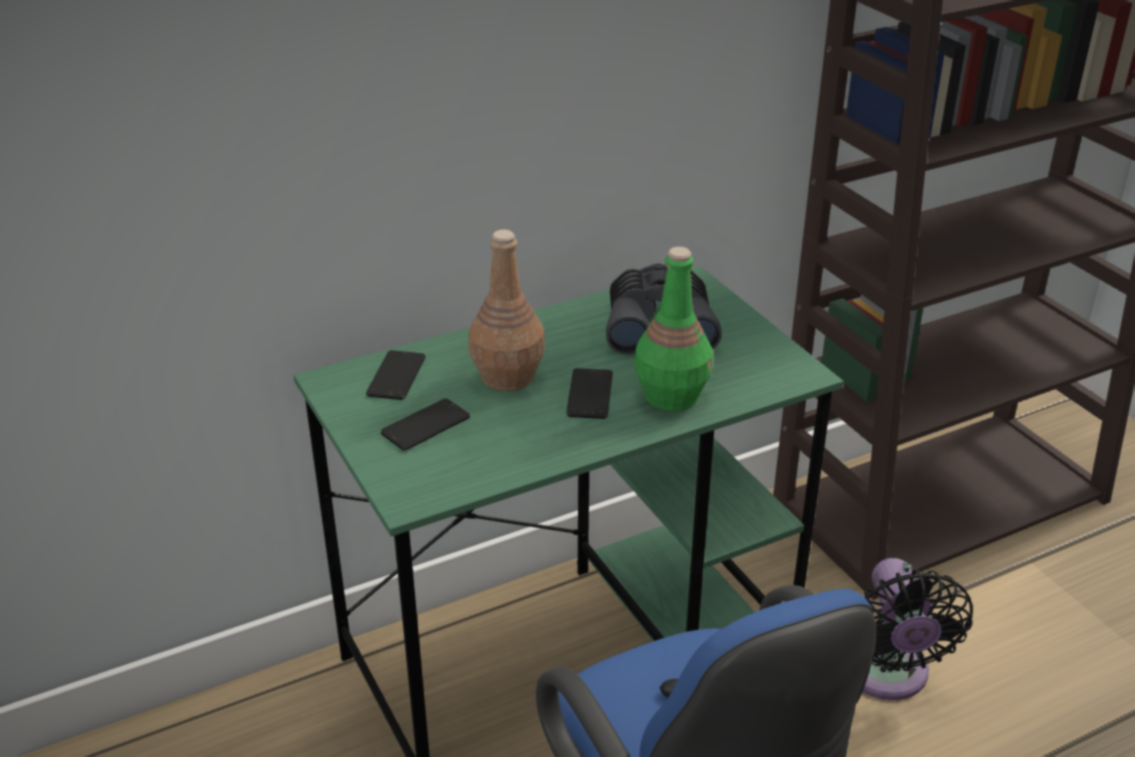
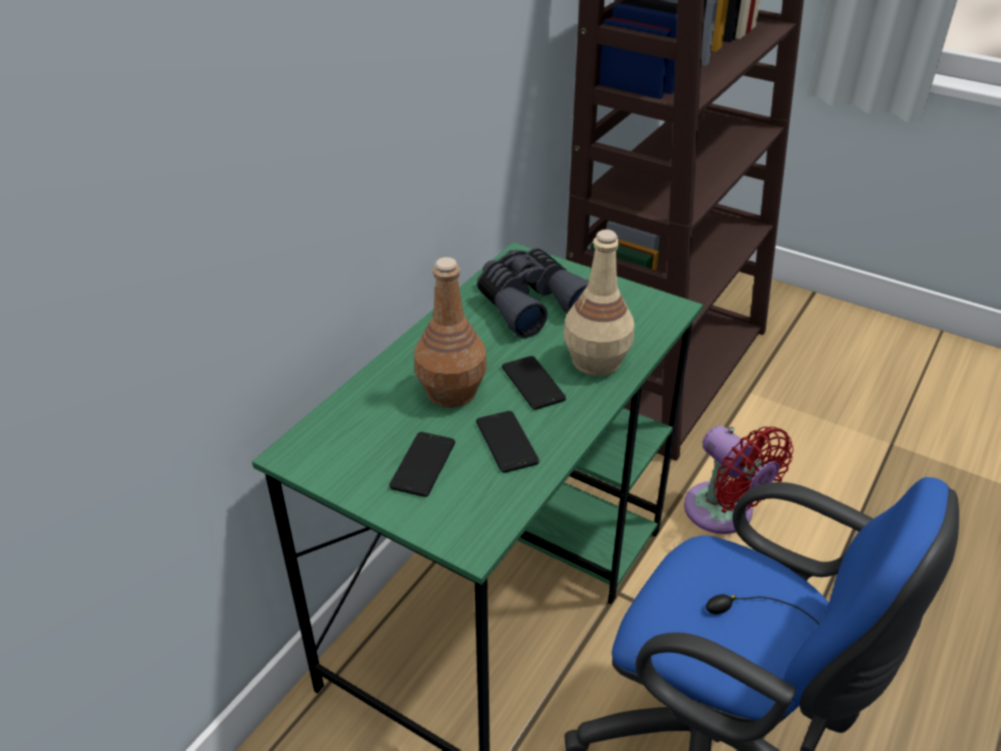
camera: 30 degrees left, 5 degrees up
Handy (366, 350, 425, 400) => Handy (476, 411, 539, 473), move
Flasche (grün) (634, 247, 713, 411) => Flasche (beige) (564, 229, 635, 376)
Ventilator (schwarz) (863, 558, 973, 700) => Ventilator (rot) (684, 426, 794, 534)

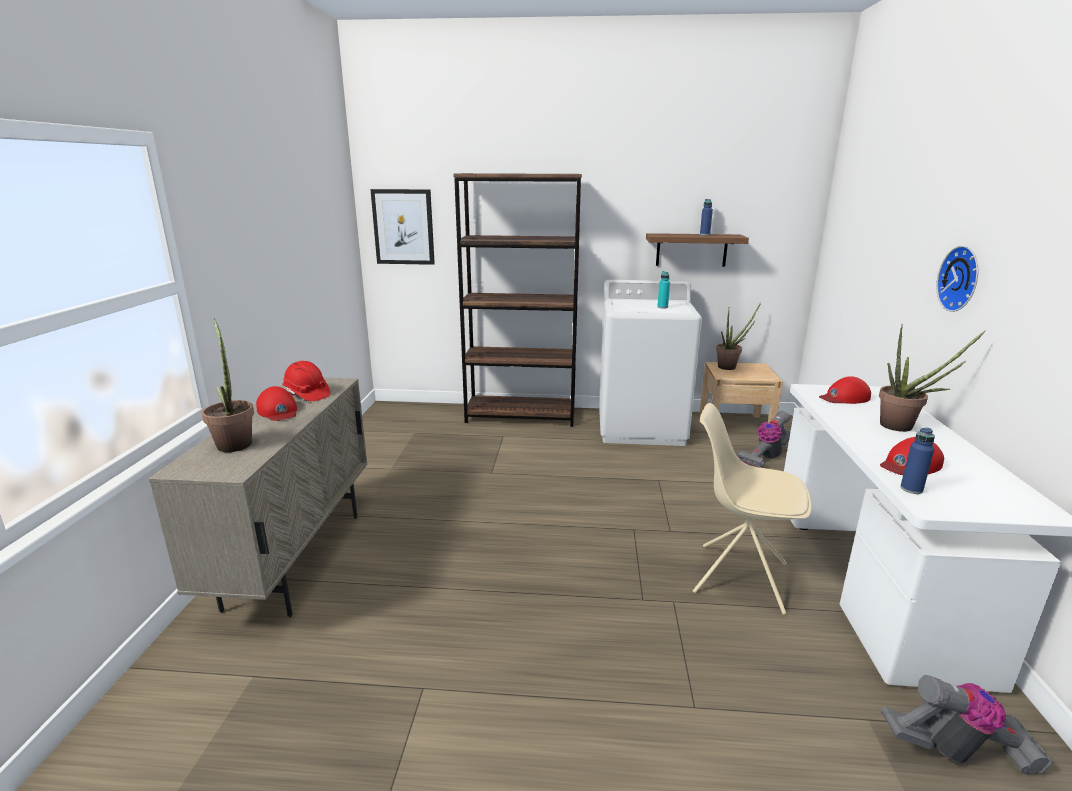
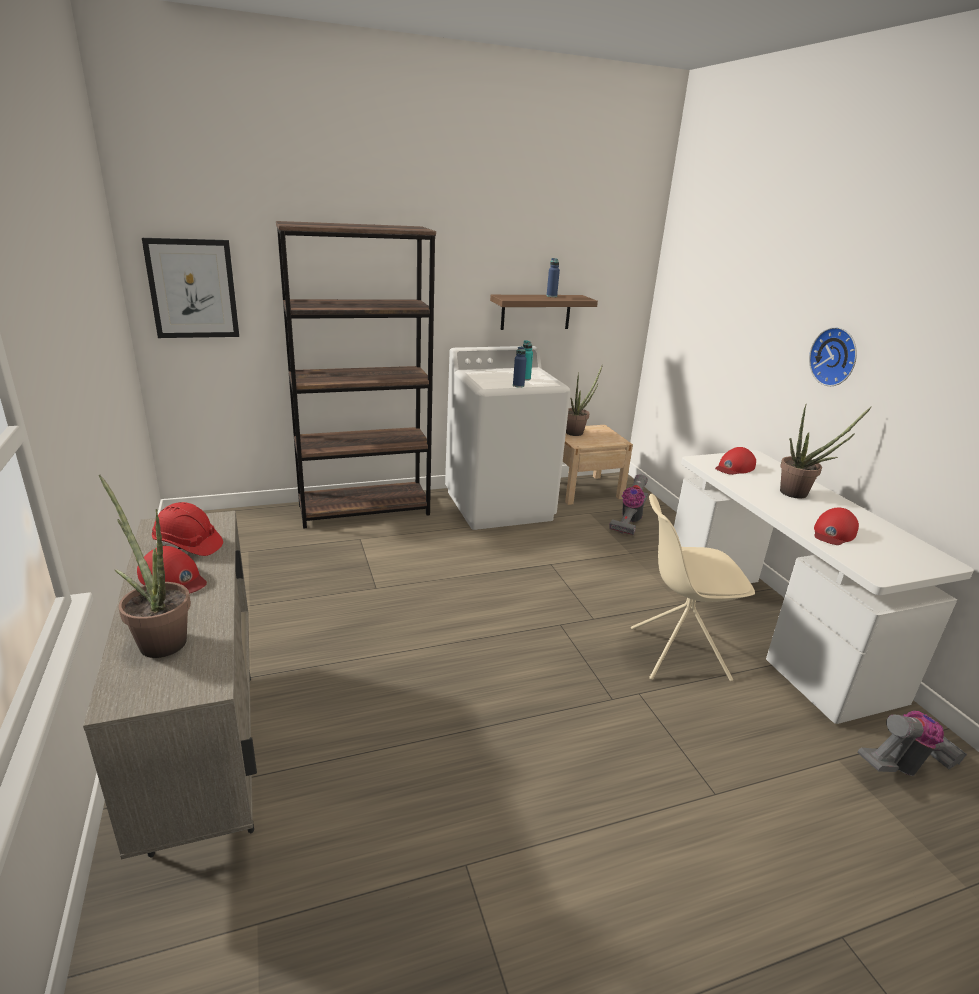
camera: 25 degrees left, 5 degrees up
Flasche (blau) (900, 427, 935, 494) => Flasche (blau) (513, 346, 527, 388), move

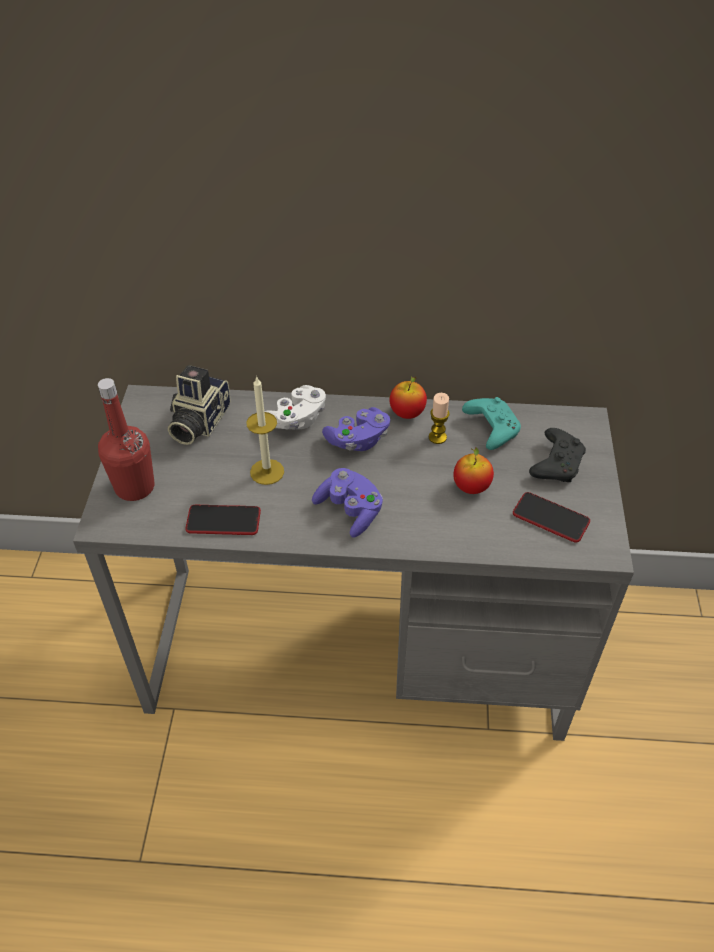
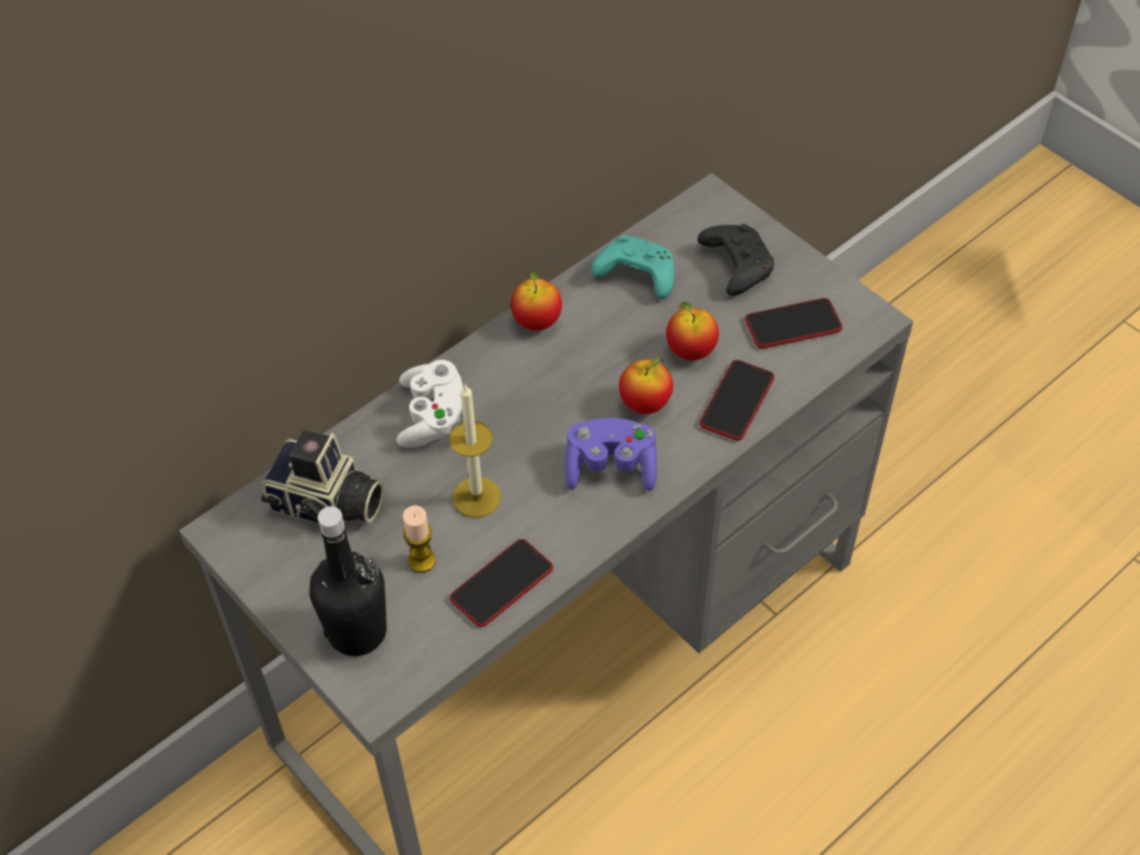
camera: 45 degrees left, 5 degrees up
Gamepad (lila) (322, 407, 390, 451) => nothing
nothing => Apfel (619, 356, 673, 414)
nothing => Handy (699, 360, 774, 441)
Kerze (429, 393, 450, 444) => Kerze (403, 505, 436, 573), move
Flasche (rot) (98, 378, 155, 501) => Flasche (schwarz) (309, 506, 387, 656)
Kamera (168, 365, 231, 445) => Kamera (261, 430, 384, 524), 45 degrees counterclockwise

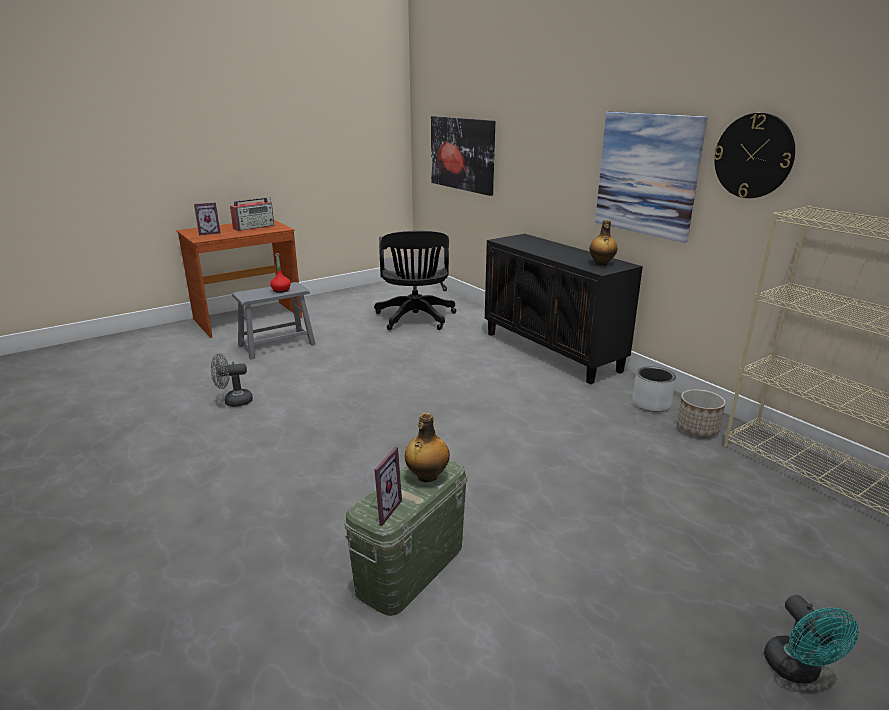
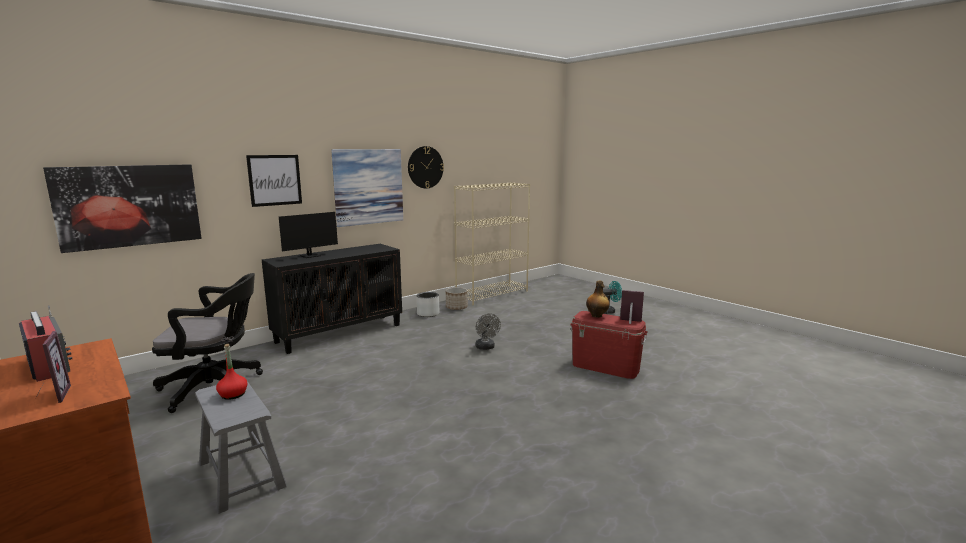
camera: 95 degrees left, 10 degrees down
Flasche (589, 220, 617, 266) => nothing
nothing => Bild (246, 155, 302, 207)
nothing => Monitor (279, 212, 353, 258)
Ventilator (grau) (211, 353, 253, 407) => Ventilator (grau) (475, 313, 501, 350), move
Aufbewahrungsbox (grün) (344, 459, 467, 616) => Aufbewahrungsbox (rot) (570, 311, 648, 379)

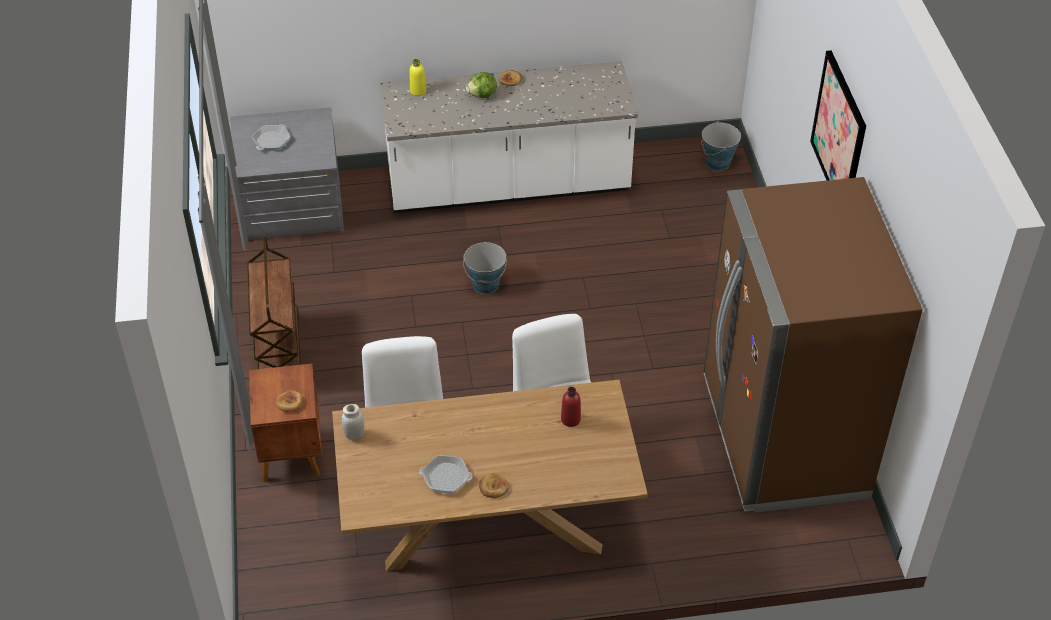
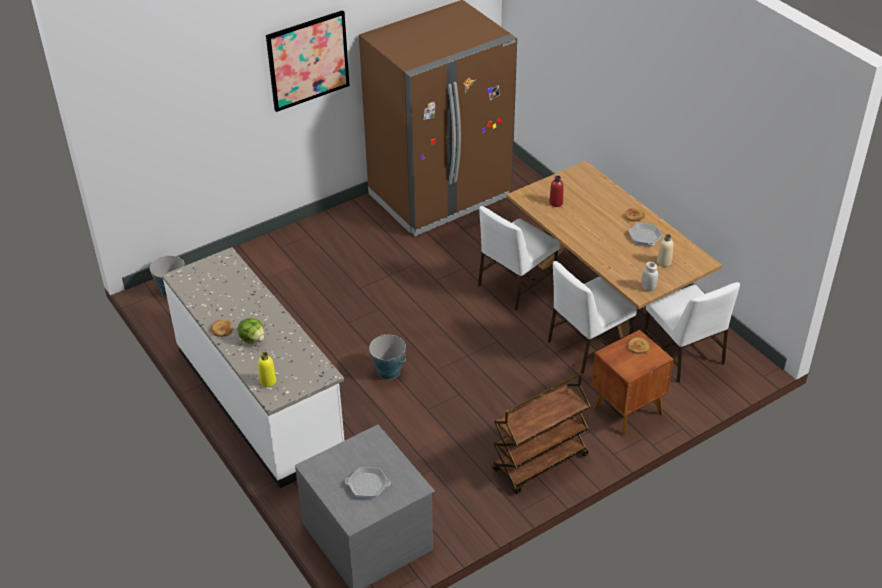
camera: 115 degrees left, 5 degrees down
nothing => Stuhl (weiß) (644, 282, 740, 383)
nothing => Flasche (beige) (657, 234, 673, 267)

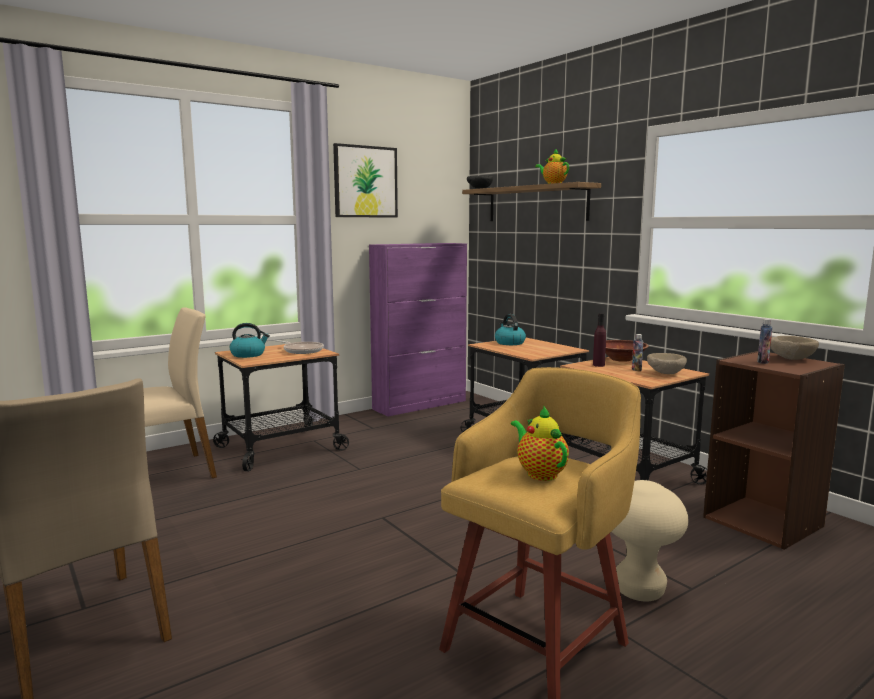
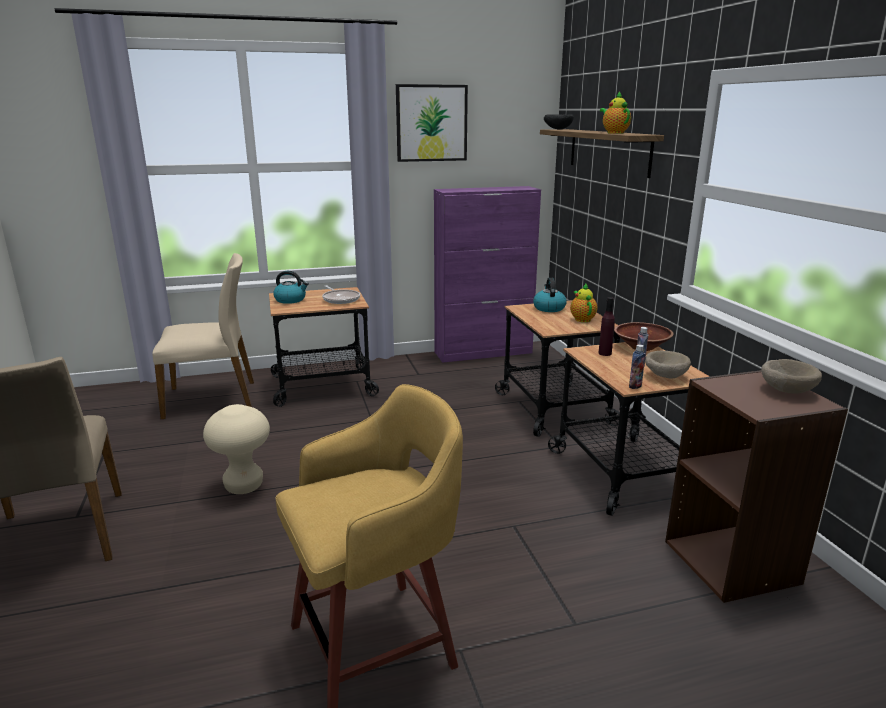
camera: 20 degrees right, 10 degrees up
Teekanne (511, 406, 569, 481) => Teekanne (570, 283, 597, 322), move
Hocker (beige) (611, 480, 688, 601) => Hocker (beige) (203, 404, 270, 494), move
Flasche (757, 319, 772, 364) => Flasche (629, 344, 646, 389), move

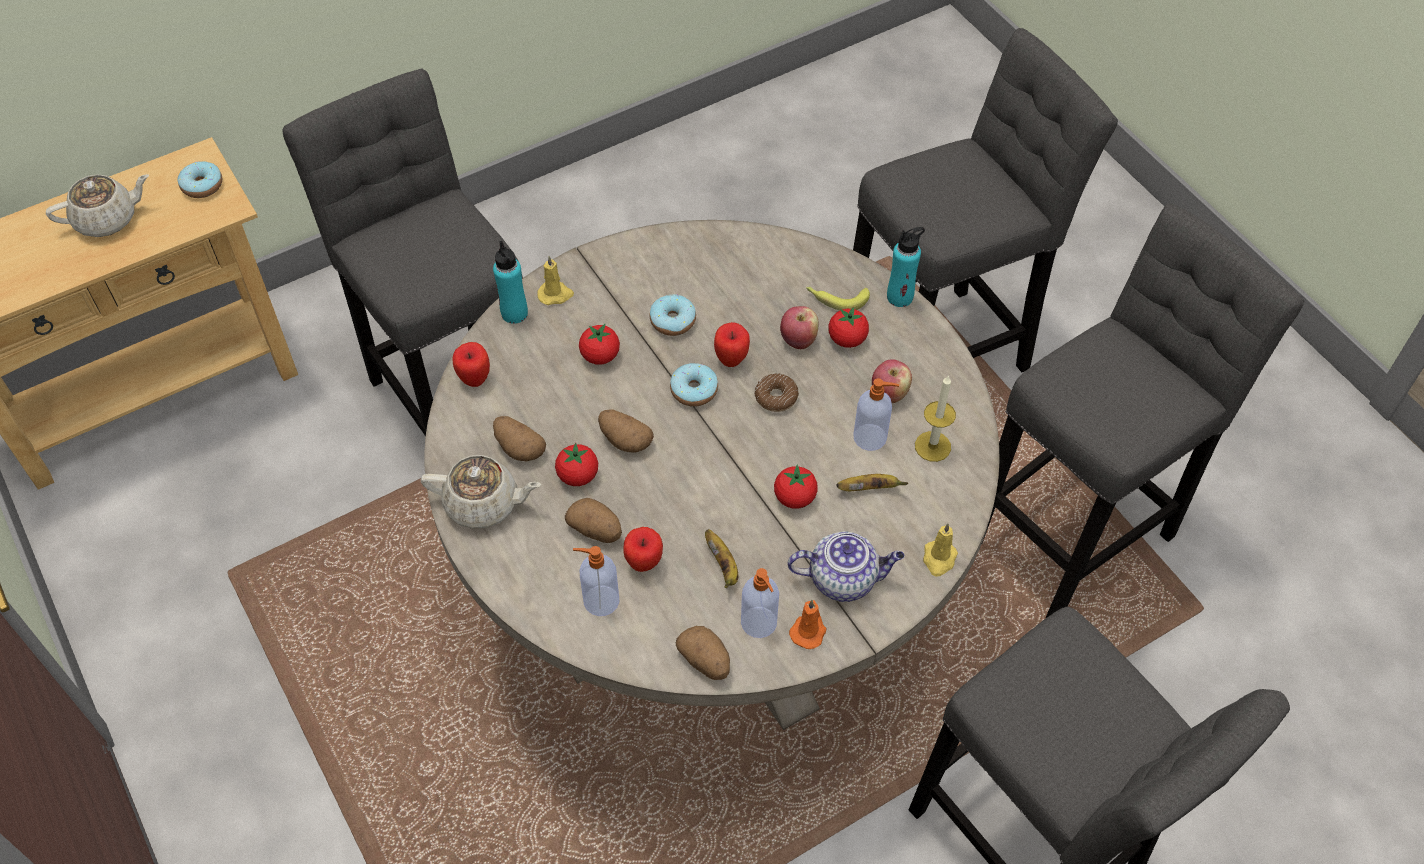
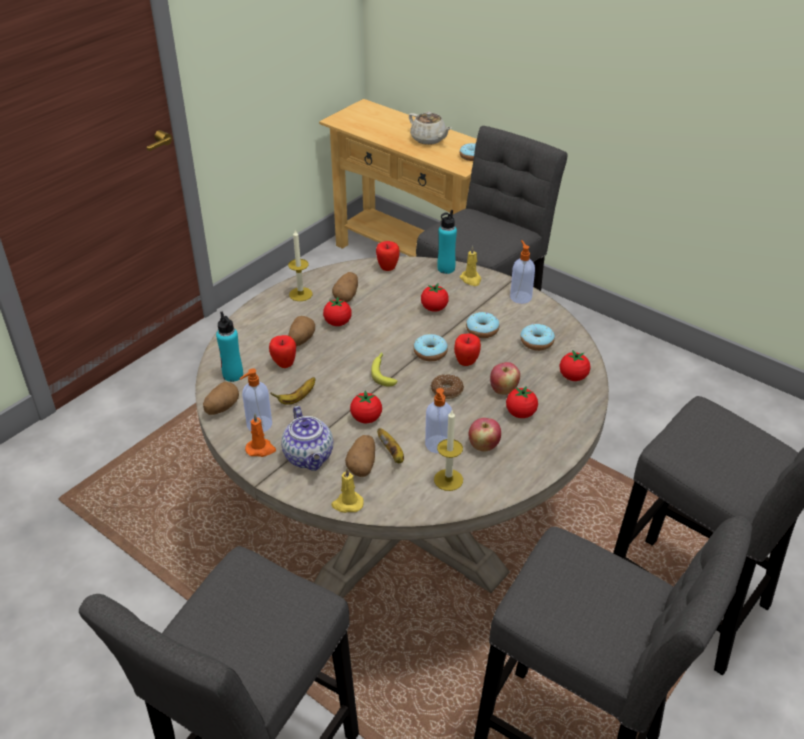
camera: 70 degrees right, 15 degrees down
nothing => Donut (521, 324, 555, 351)
nothing => Tomate (560, 350, 591, 381)
Seifenspender (573, 546, 619, 616) => Seifenspender (510, 240, 535, 304), move
Kartoffel (598, 409, 654, 452) => Kartoffel (345, 435, 375, 477), move
Banane (806, 287, 870, 310) => Banane (371, 352, 397, 386), move
Flasche (türkis) (887, 227, 925, 307) => Flasche (türkis) (216, 312, 243, 382), move
Teekanne (beige) (421, 455, 541, 529) => Kerze (288, 230, 312, 301)

